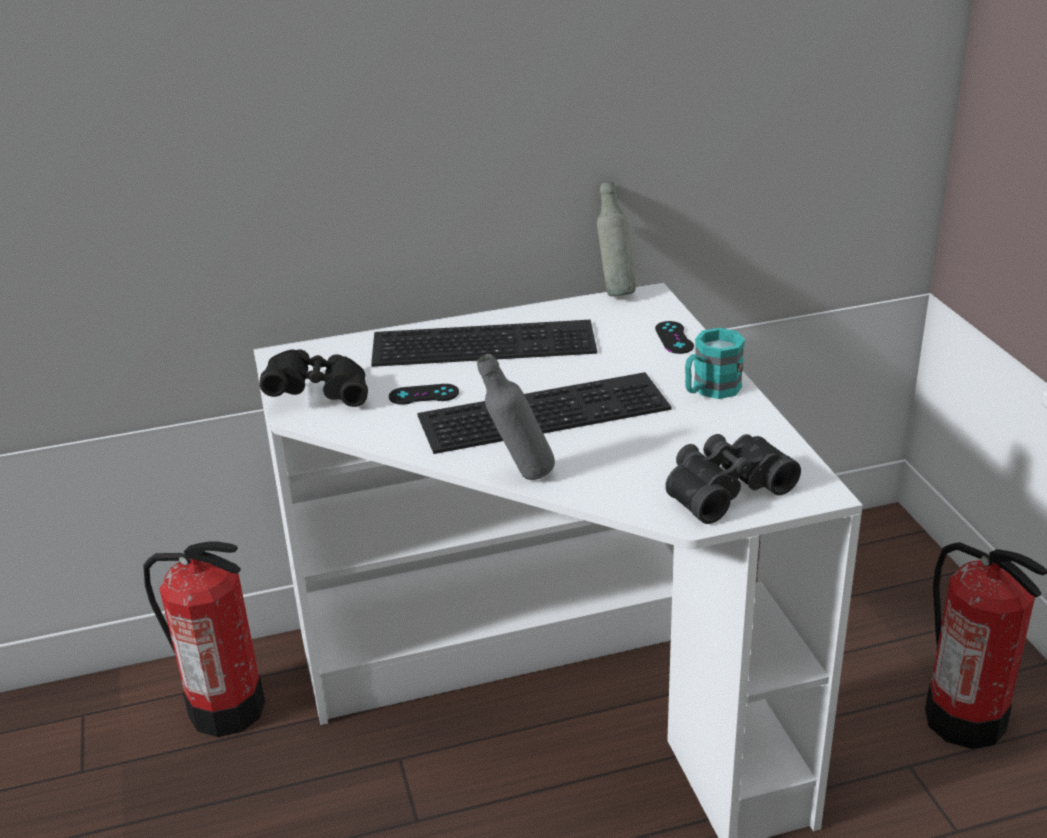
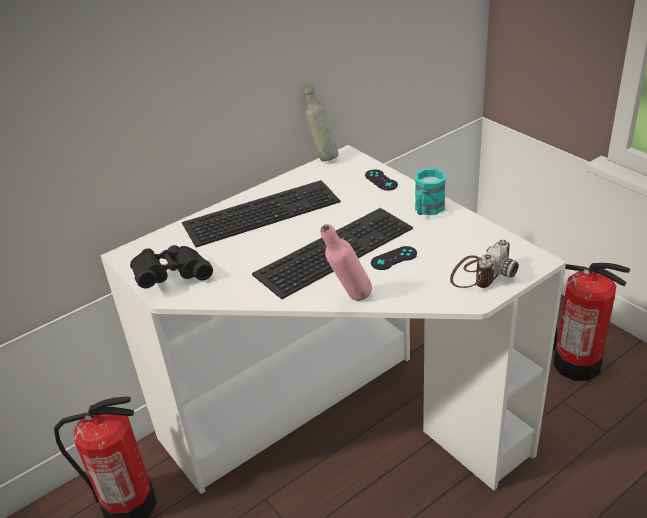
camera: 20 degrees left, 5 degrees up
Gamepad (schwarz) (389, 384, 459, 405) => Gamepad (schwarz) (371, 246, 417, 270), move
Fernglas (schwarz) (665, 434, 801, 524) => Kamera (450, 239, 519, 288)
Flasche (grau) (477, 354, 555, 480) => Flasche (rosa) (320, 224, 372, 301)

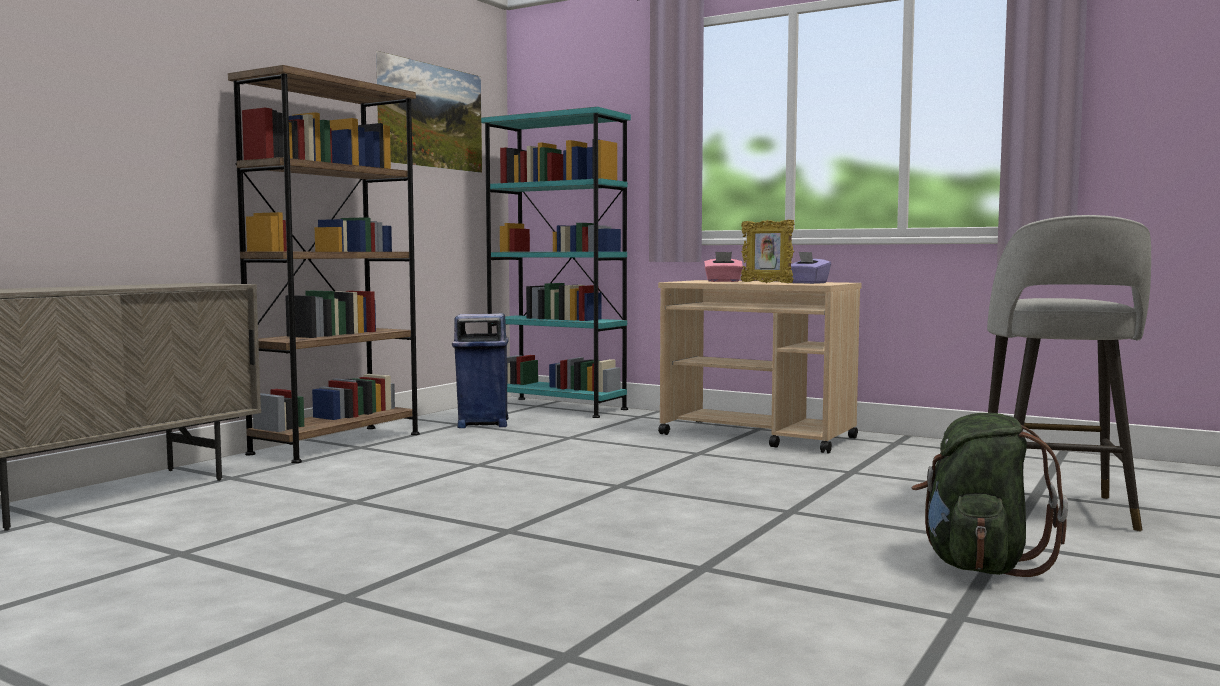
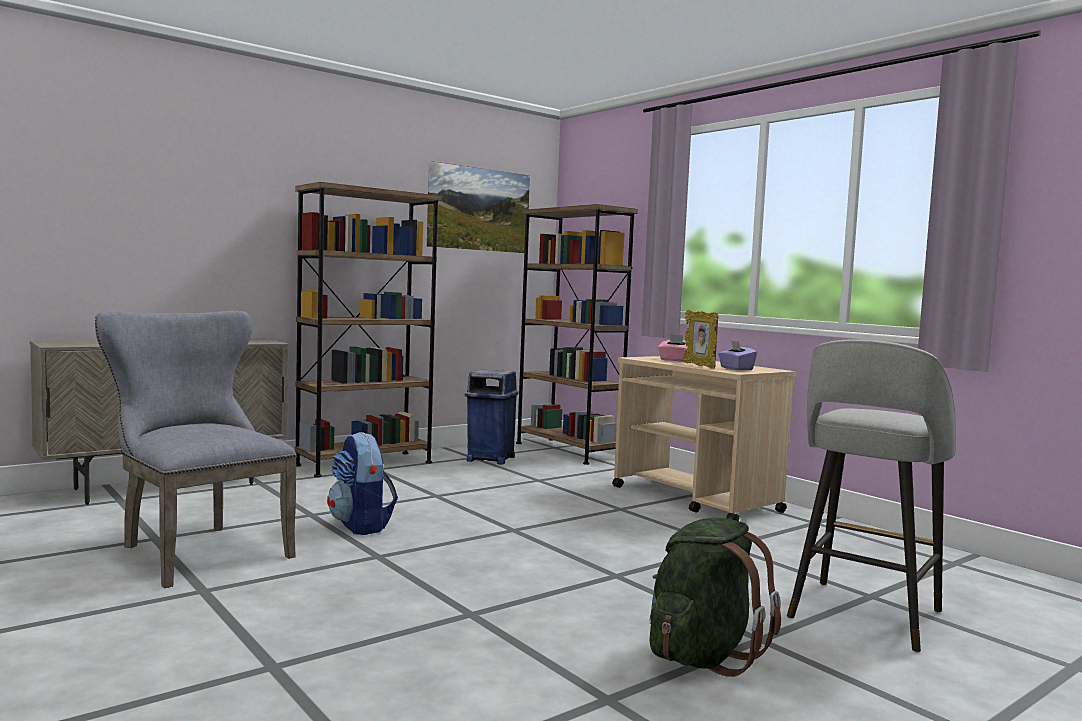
camera: 20 degrees right, 0 degrees up
nothing => Stuhl (grau) (95, 310, 297, 588)
nothing => Rucksack (327, 432, 398, 535)
Bücherregal (türkis) (481, 107, 631, 418) => Bücherregal (braun) (516, 204, 638, 465)

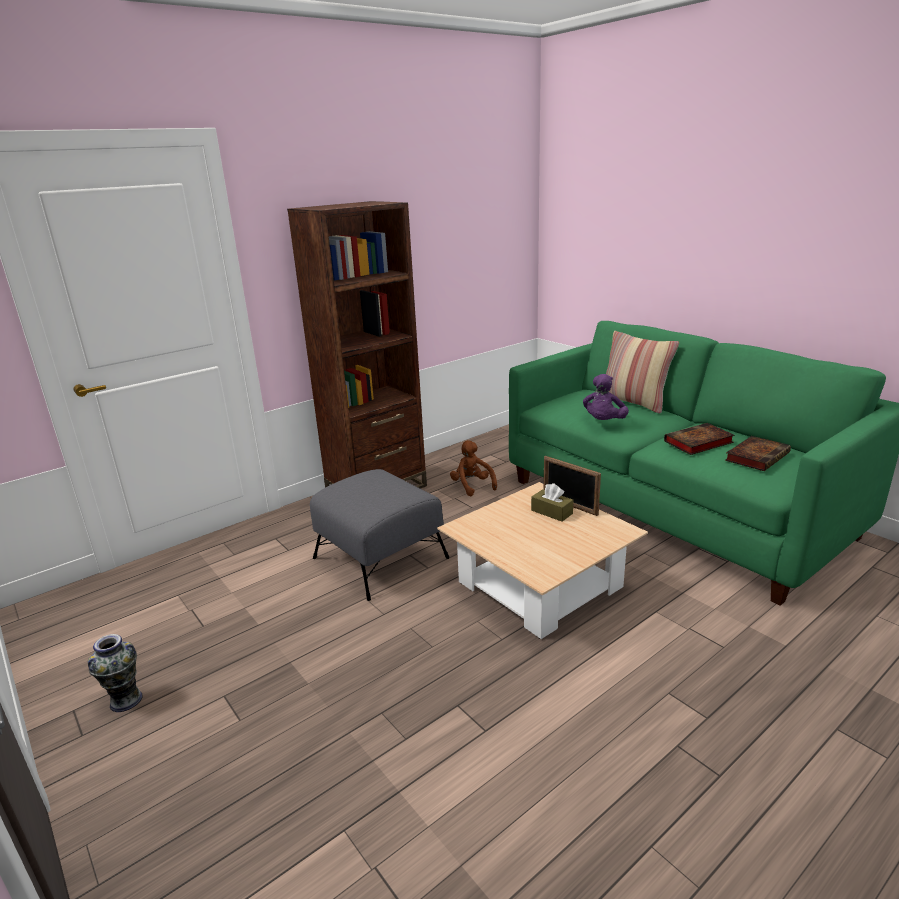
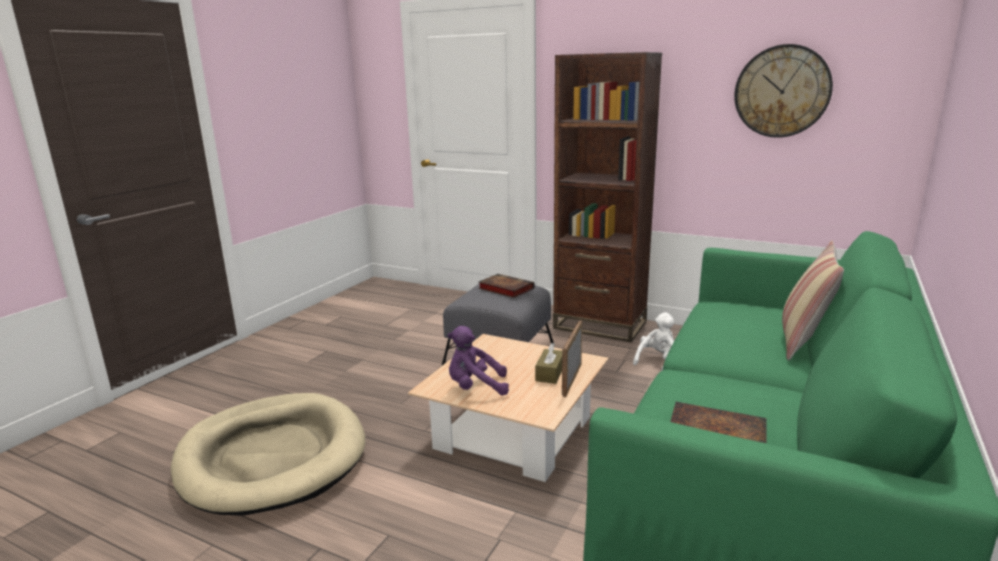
camera: 65 degrees right, 5 degrees down
Vase (88, 634, 143, 712) => nothing
nothing => Hundebett (beige) (171, 393, 365, 516)
nothing => Wanduhr (734, 44, 833, 138)
Plüschtier (lila) (583, 374, 629, 420) => Plüschtier (lila) (448, 326, 509, 395), move
Buch (664, 423, 734, 455) => Buch (478, 274, 535, 298), move
Plüschtier (braun) (450, 440, 497, 496) => Plüschtier (weiß) (633, 312, 674, 371)

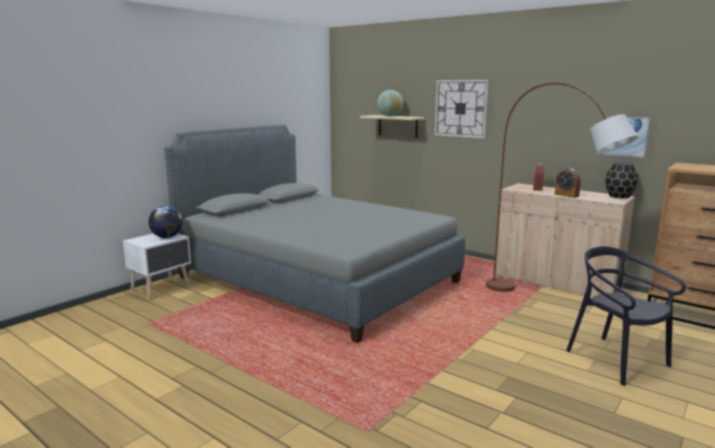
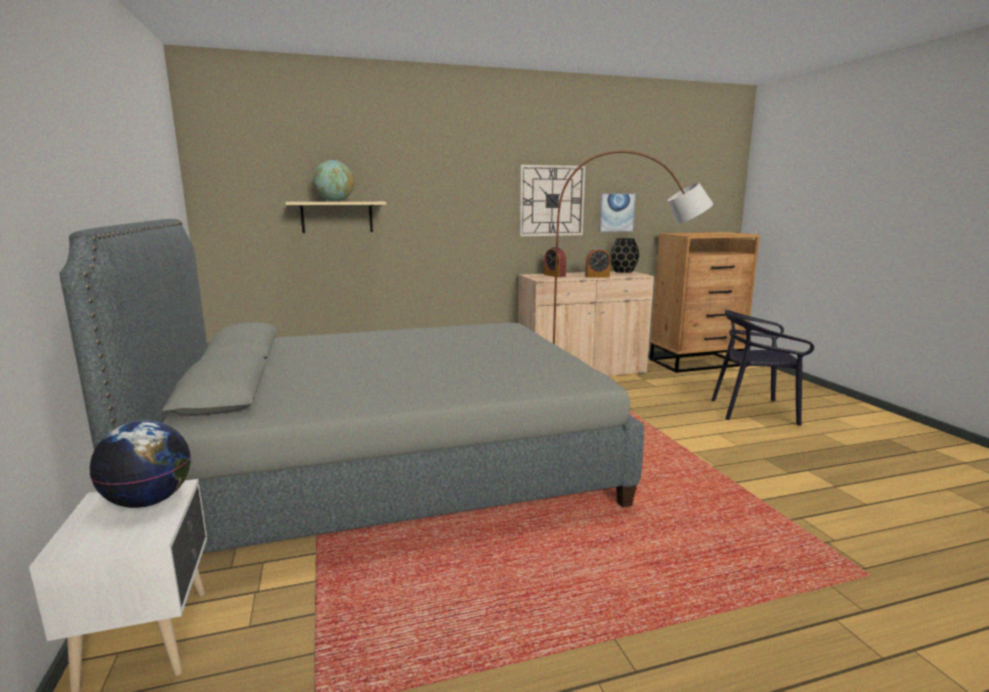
camera: 55 degrees left, 0 degrees up
Wanduhr (435, 80, 489, 138) => Wanduhr (519, 165, 585, 236), move

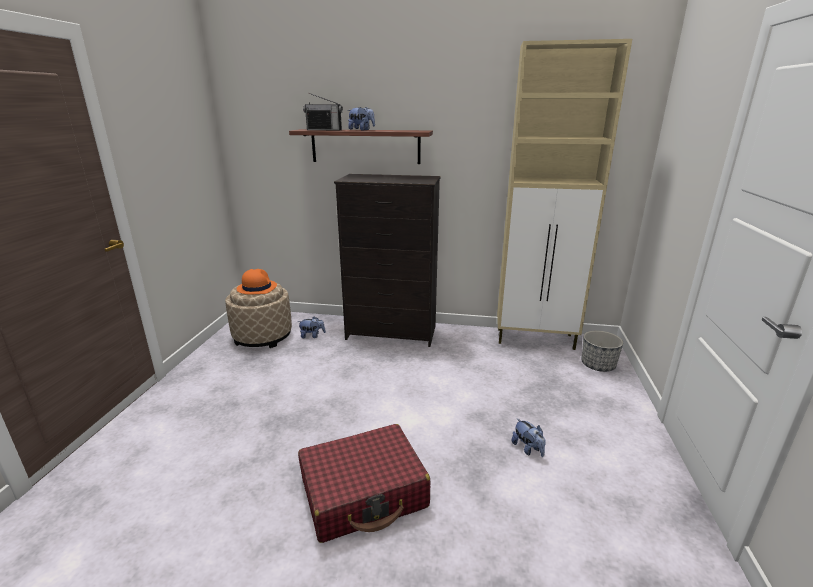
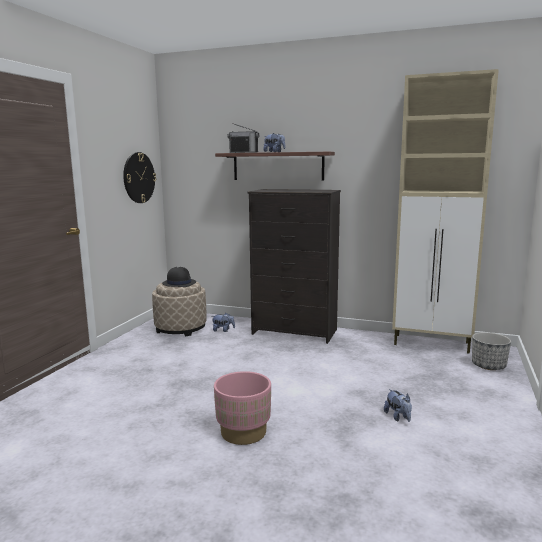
camera: 10 degrees right, 10 degrees down
nothing => Wanduhr (123, 152, 156, 203)
Koffer (rot) (298, 424, 430, 543) => Pflanzkübel (rosa) (214, 371, 271, 445)
Hut (orange) (237, 269, 277, 294) => Hut (schwarz) (162, 267, 196, 287)

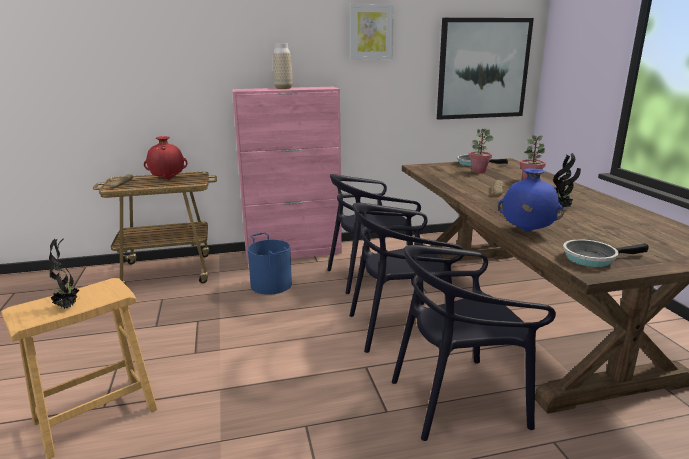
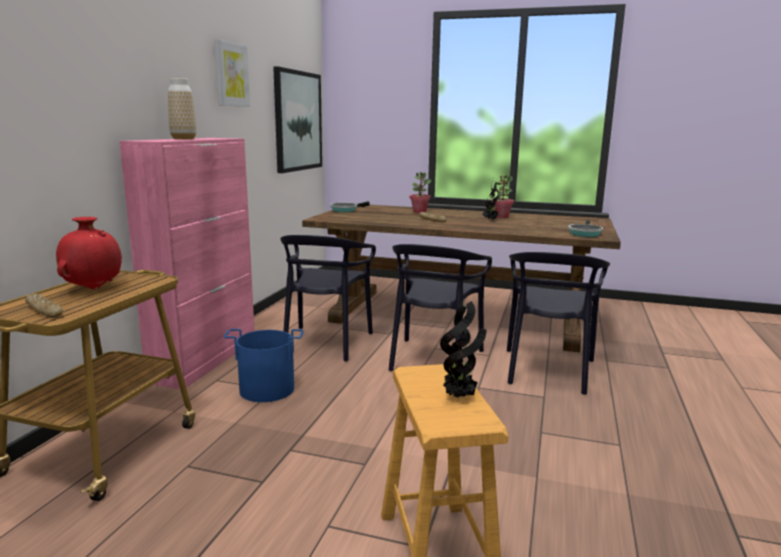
camera: 60 degrees left, 5 degrees down
Vase (blau) (498, 168, 564, 232) => nothing
Topfpflanze (469, 128, 494, 173) => Topfpflanze (492, 175, 514, 218), move

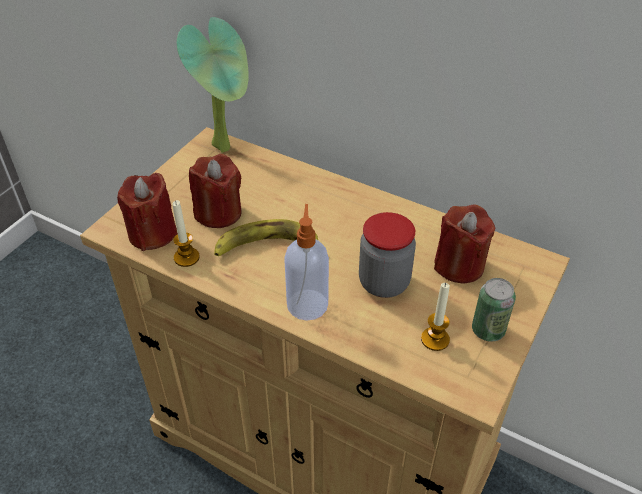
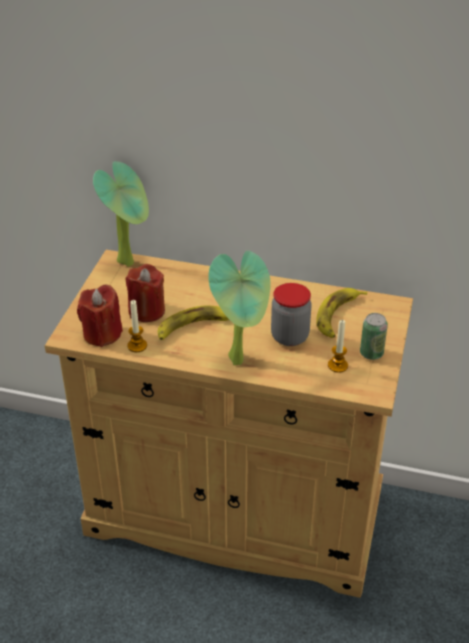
camera: 15 degrees left, 5 degrees down
Seifenspender (284, 204, 329, 321) => Topfpflanze (208, 251, 271, 365)
Kerze (rot) (434, 204, 495, 284) => Banane (316, 288, 367, 338)

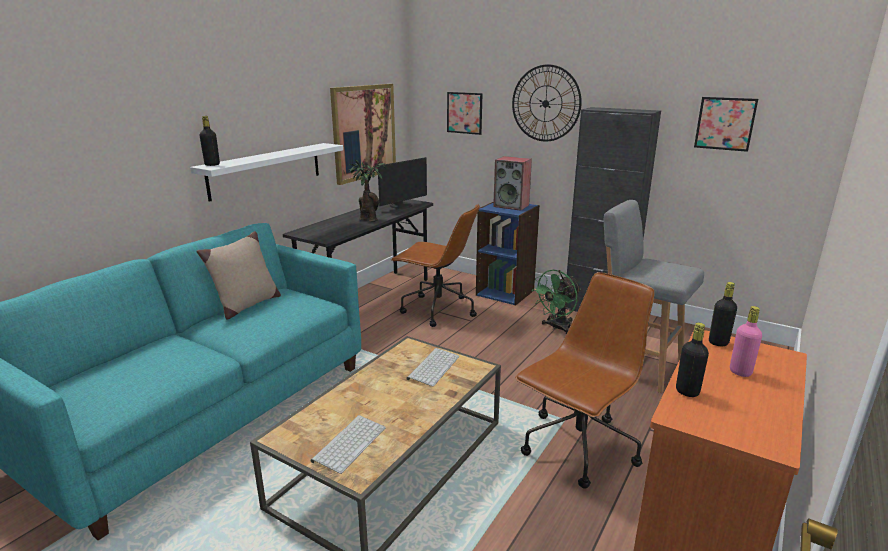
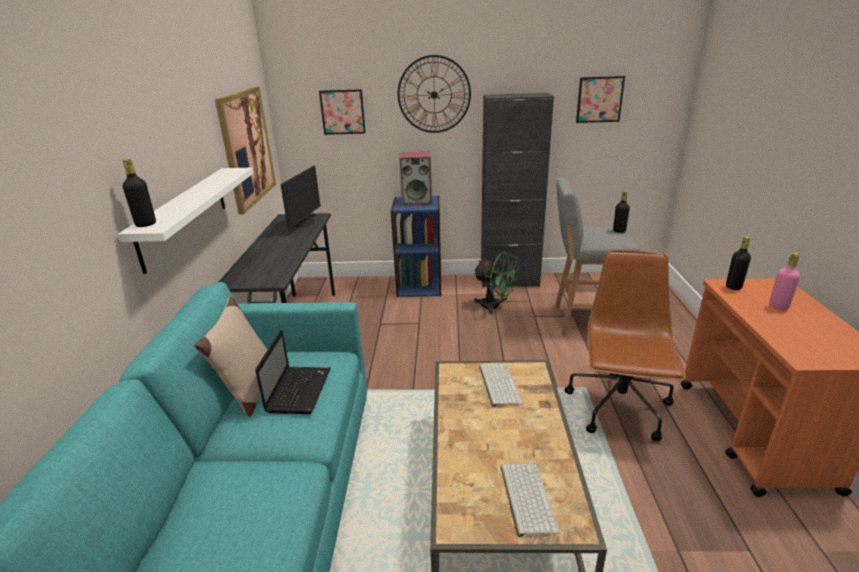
camera: 30 degrees left, 5 degrees up
Topfpflanze (348, 159, 386, 222) => nothing
Bürostuhl (braun) (391, 204, 480, 327) => nothing
nothing => Laptop (255, 330, 331, 414)
Flasche (schwarz) (676, 323, 709, 397) => Flasche (schwarz) (613, 191, 630, 233), move
Ventilator (grün) (531, 269, 581, 334) => Ventilator (grün) (474, 252, 519, 314), 75 degrees counterclockwise

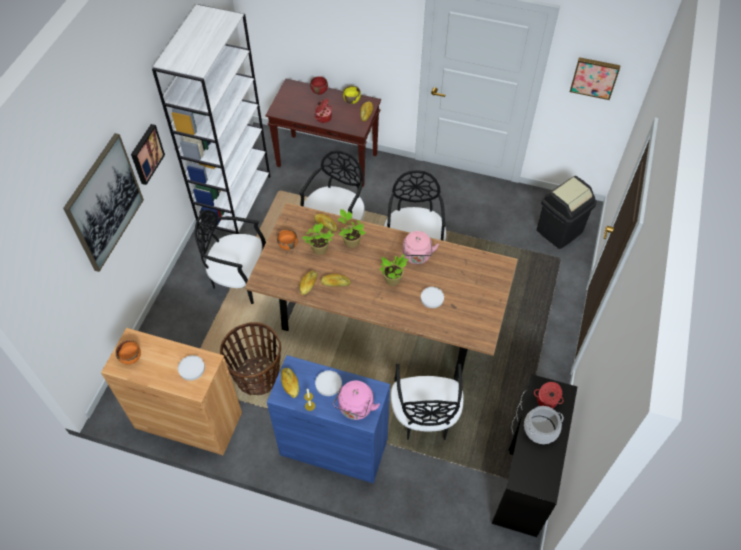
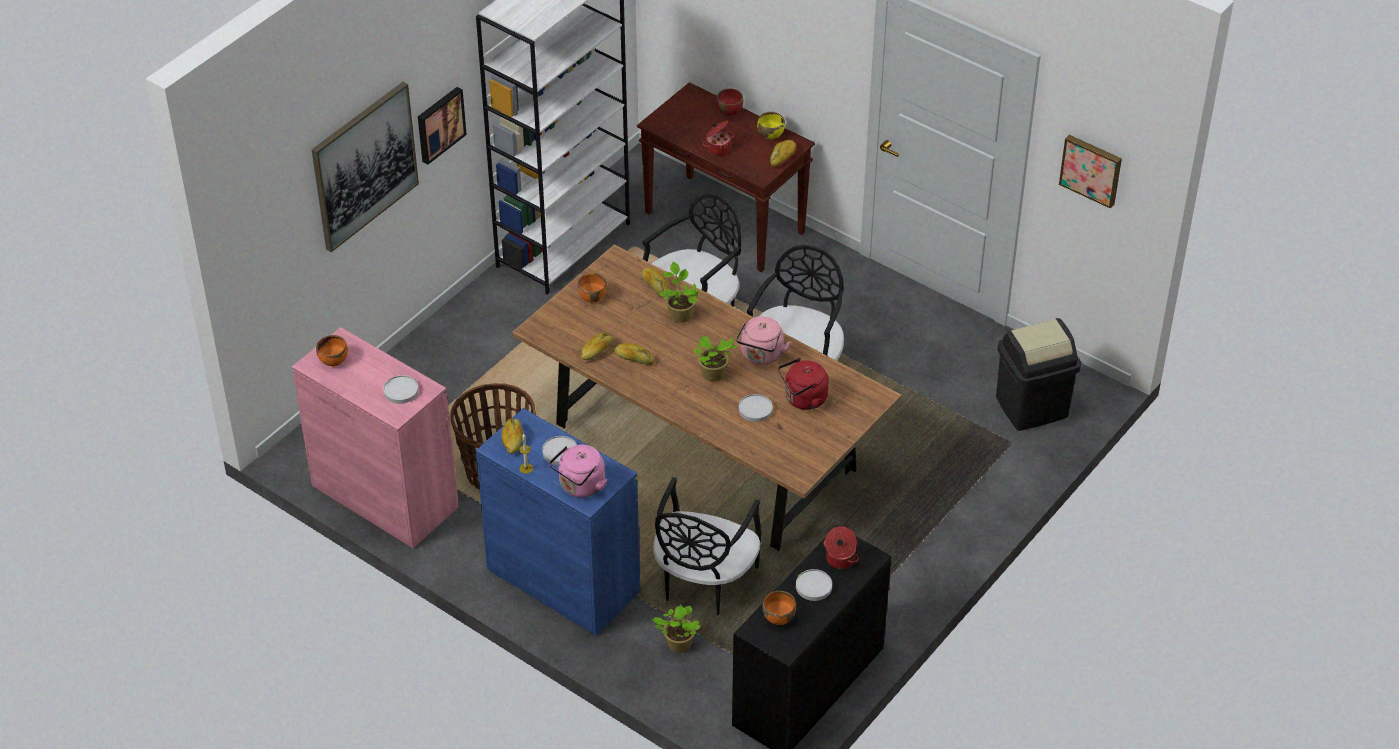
camera: 20 degrees right, 10 degrees down
Stuhl (schwarz) (194, 210, 266, 304) => nothing
nothing => Schüssel (orange) (763, 591, 796, 625)
nothing => Wasserkessel (rot) (778, 358, 829, 410)
Topfpflanze (302, 223, 334, 255) => Topfpflanze (652, 605, 701, 653), move
Kochtopf (524, 406, 564, 444) => Teller (weiß) (796, 569, 832, 601)
Schrank (braun) (101, 328, 242, 455) => Schrank (rosa) (292, 327, 459, 548)

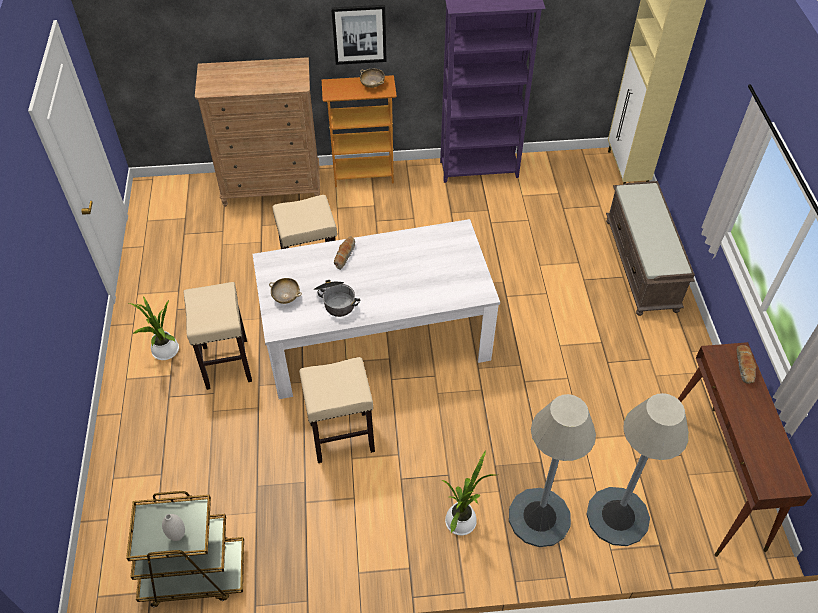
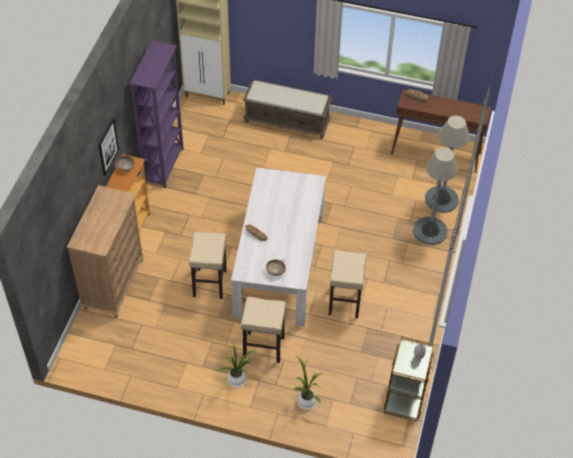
camera: 70 degrees left, 0 degrees up
Kochtopf (314, 280, 360, 317) => nothing
Topfpflanze (441, 450, 494, 535) => Topfpflanze (294, 355, 324, 410), move

